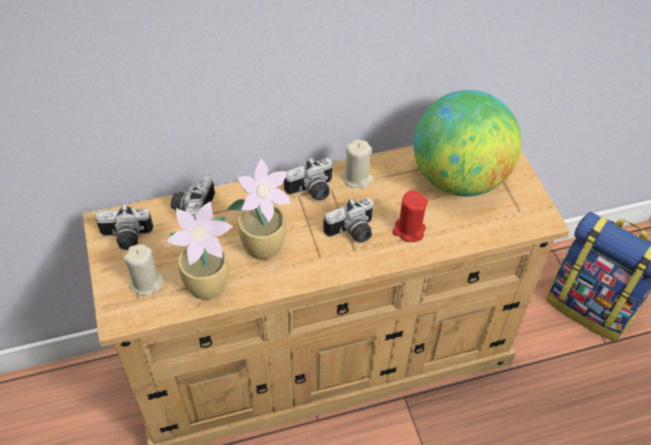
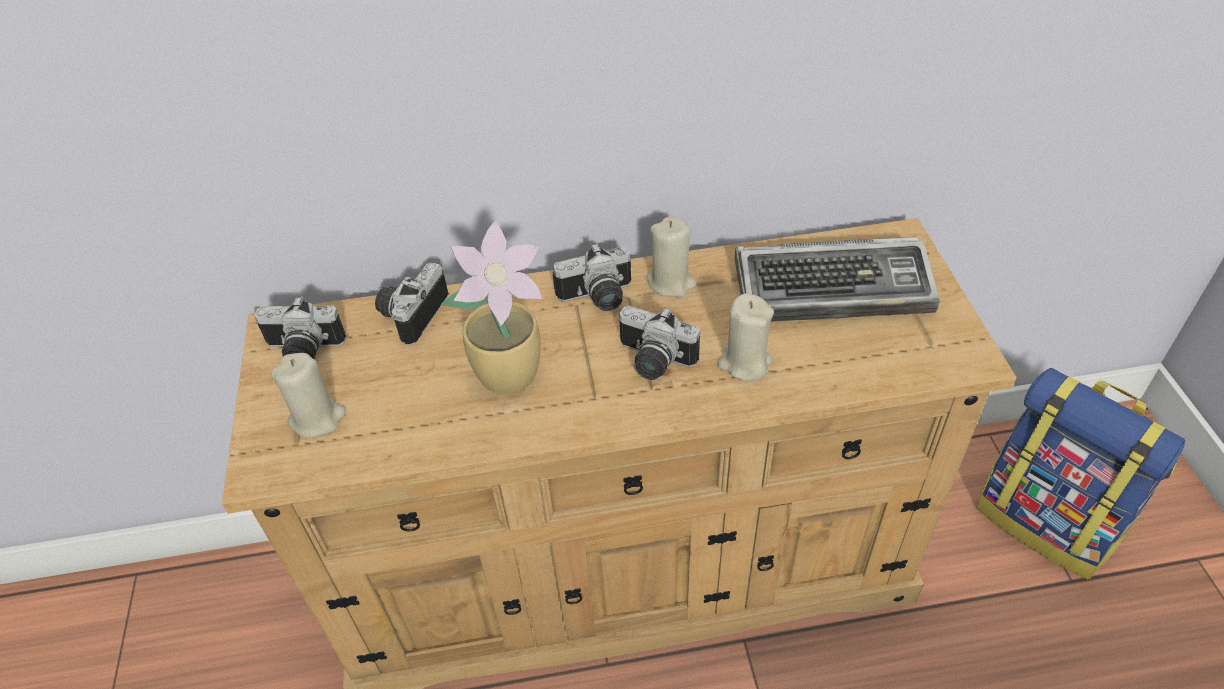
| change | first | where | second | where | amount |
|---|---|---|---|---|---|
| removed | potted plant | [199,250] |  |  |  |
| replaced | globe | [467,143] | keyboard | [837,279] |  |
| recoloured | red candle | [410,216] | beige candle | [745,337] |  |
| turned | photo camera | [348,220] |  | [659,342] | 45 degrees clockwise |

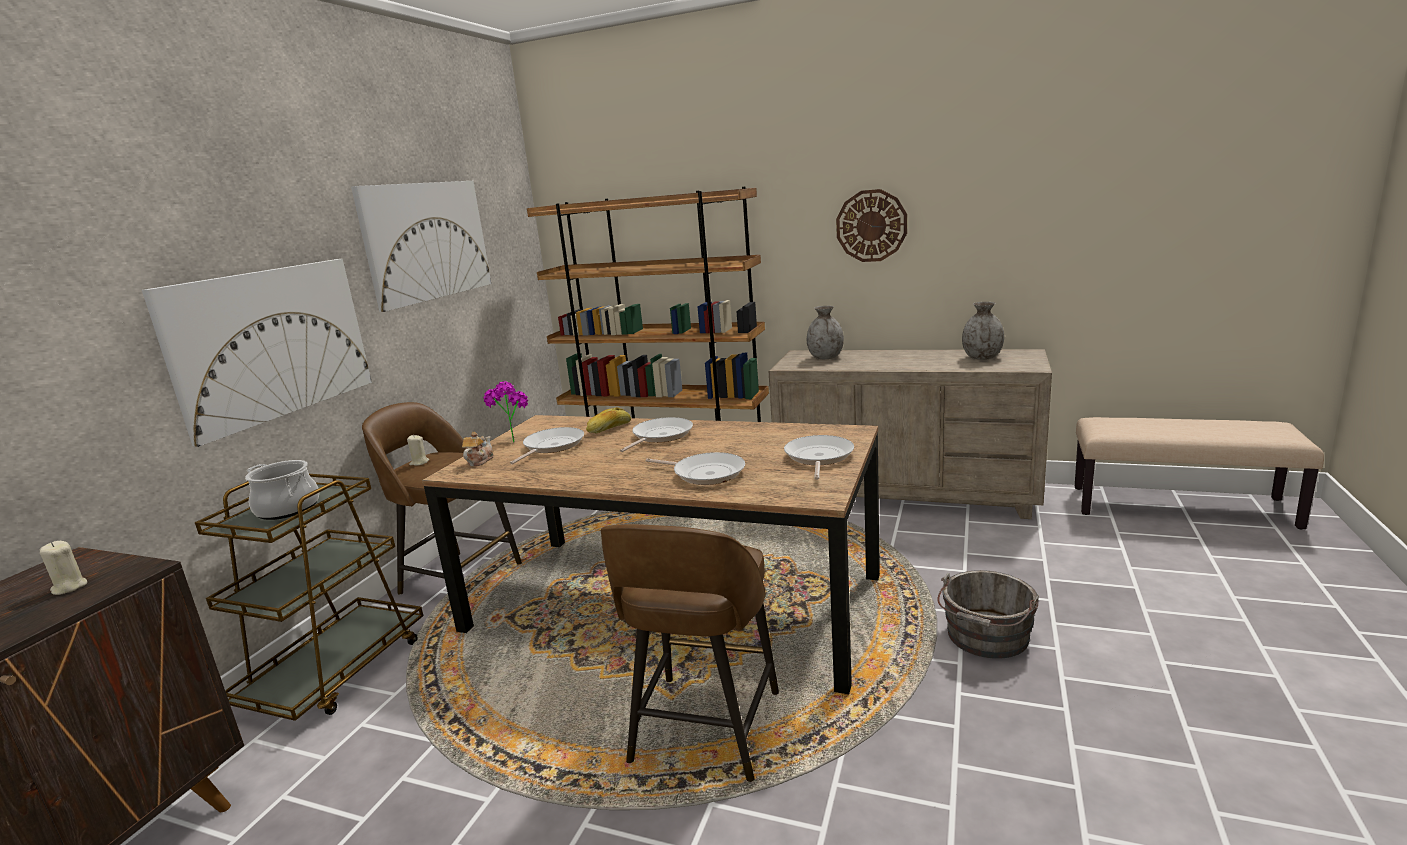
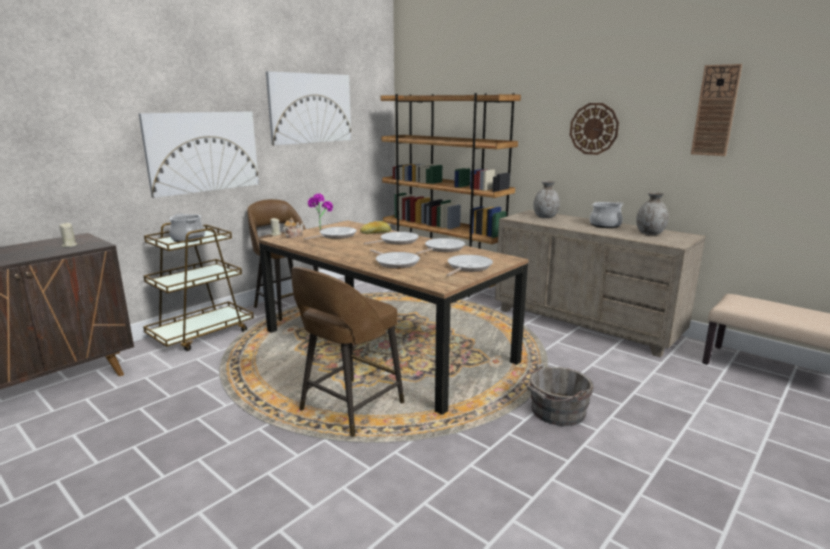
| change | first | where | second | where | amount |
|---|---|---|---|---|---|
| added |  |  | frying pan | [440,246] |  |
| added |  |  | cooking pot | [607,215] |  |
| added |  |  | wall clock | [716,110] |  |

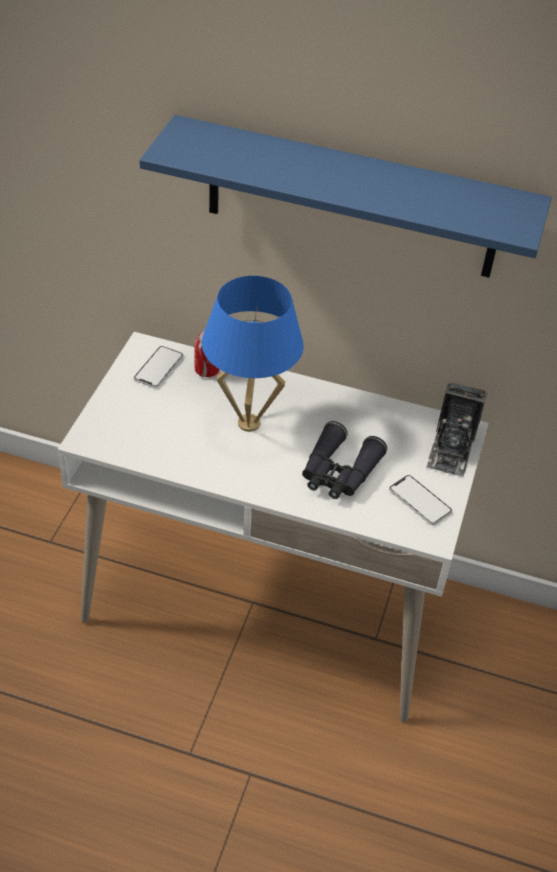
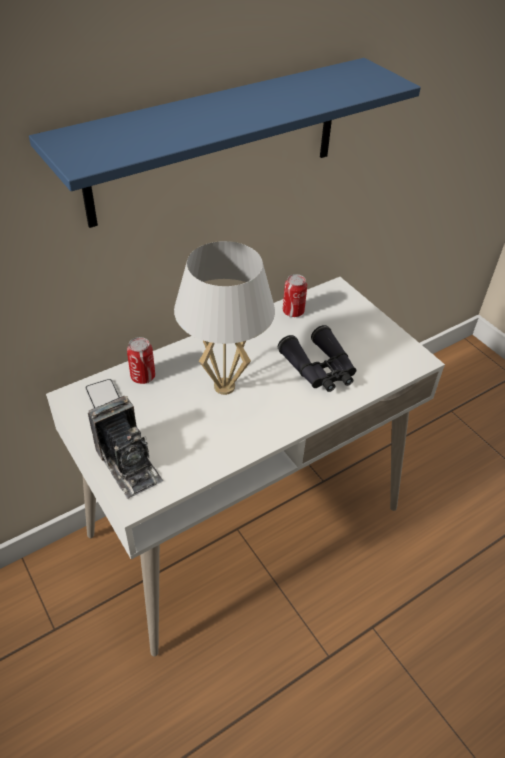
| change | first | where | second | where | amount |
|---|---|---|---|---|---|
| removed | phone | [420,500] |  |  |  |
| added |  |  | can | [295,295] |  |
| moved | photo camera | [456,429] |  | [125,447] |  |
| recoloured | blue table lamp | [253,354] | white table lamp | [224,318] |  |

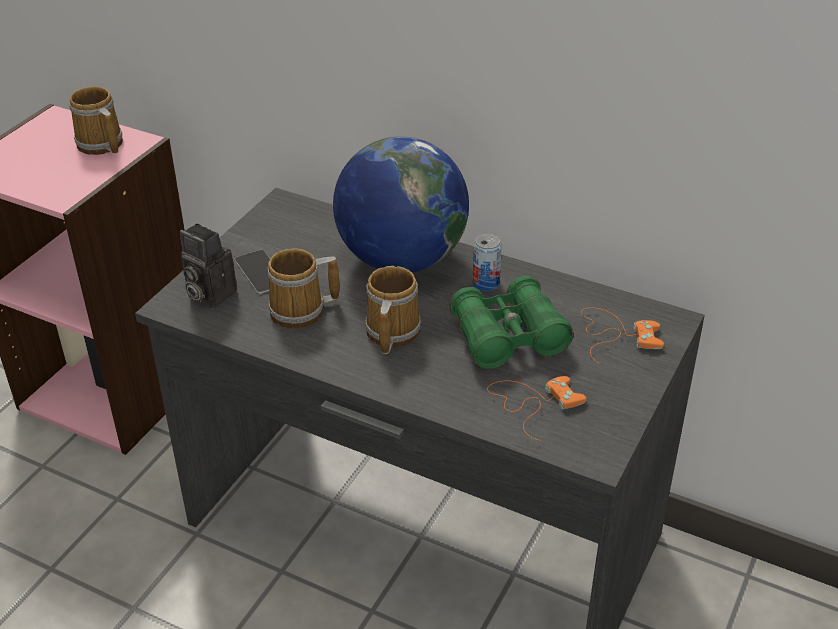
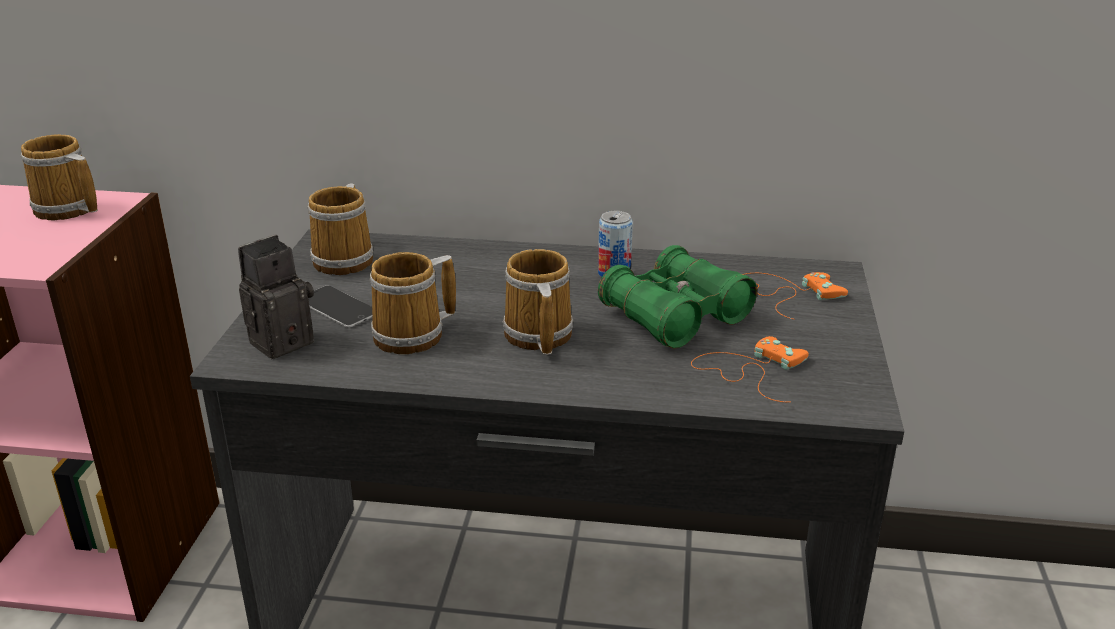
| change | first | where | second | where | amount |
|---|---|---|---|---|---|
| removed | globe | [401,204] |  |  |  |
| added |  |  | mug | [340,229] |  |
| turned | photo camera | [208,266] |  | [276,297] | 120 degrees clockwise |

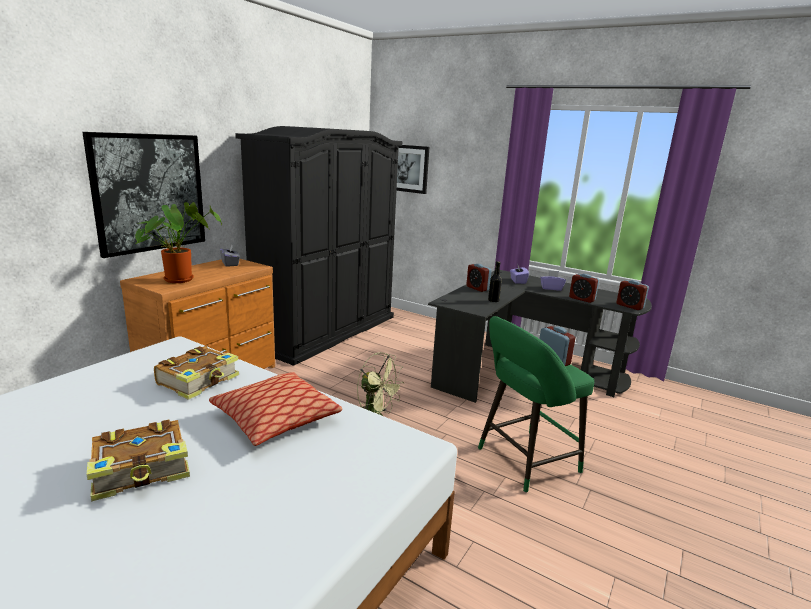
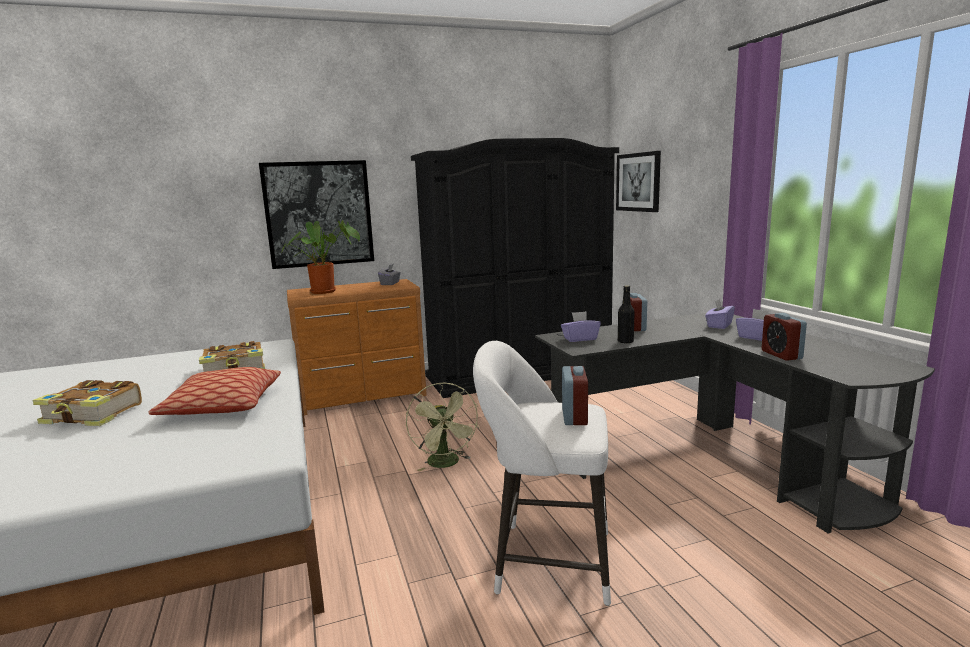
| change | first | where | second | where | amount |
|---|---|---|---|---|---|
| removed | alarm clock | [632,295] |  |  |  |
| added |  |  | purple tissue box | [581,326] |  |
| recoloured | green stool | [536,404] | white stool | [542,473] |  |

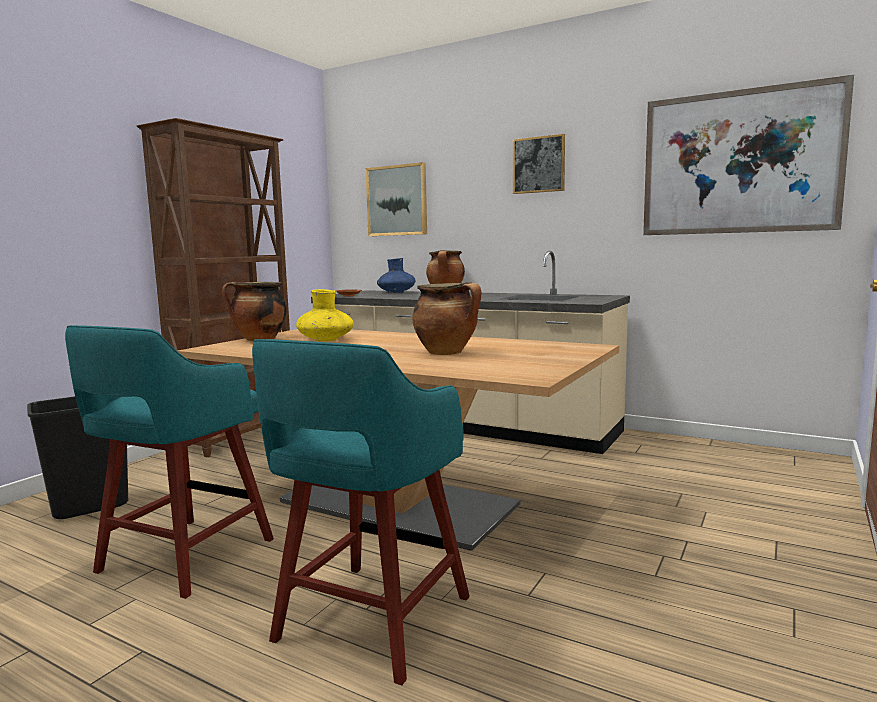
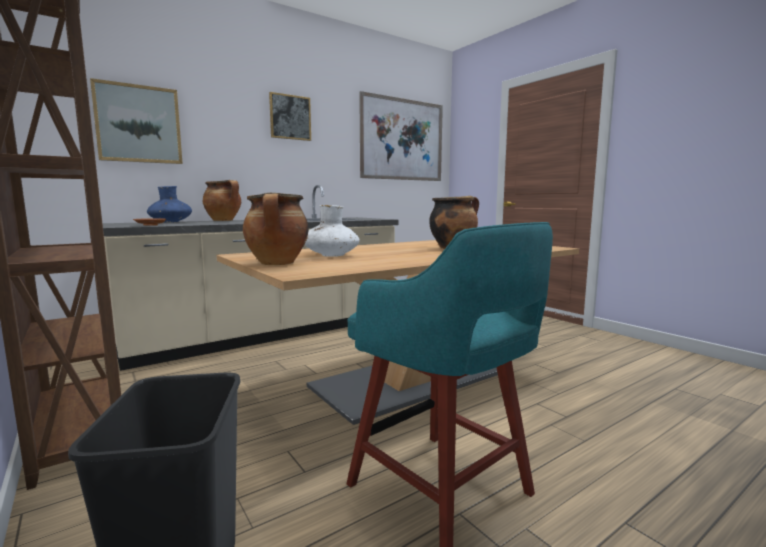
| change | first | where | second | where | amount |
|---|---|---|---|---|---|
| removed | turquoise stool | [361,512] |  |  |  |
| recoloured | yellow vase | [325,315] | white vase | [332,231] |  |

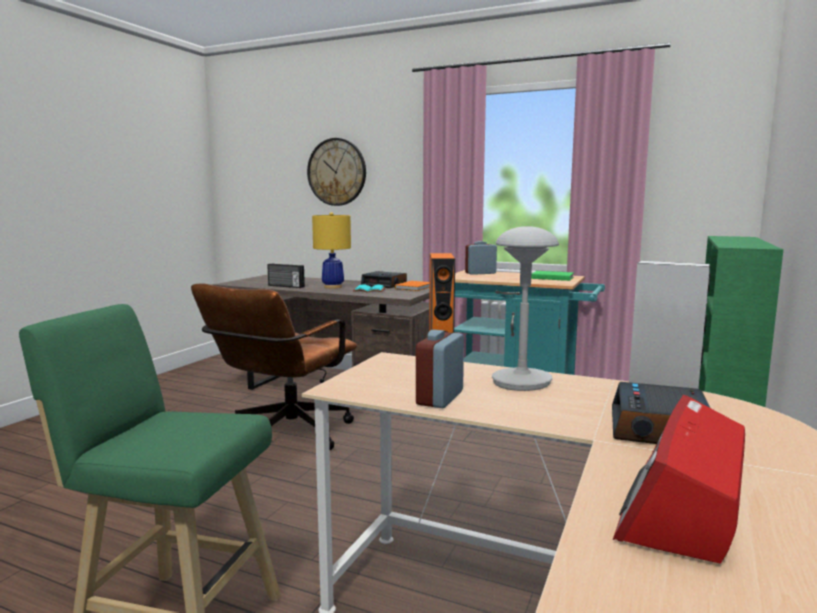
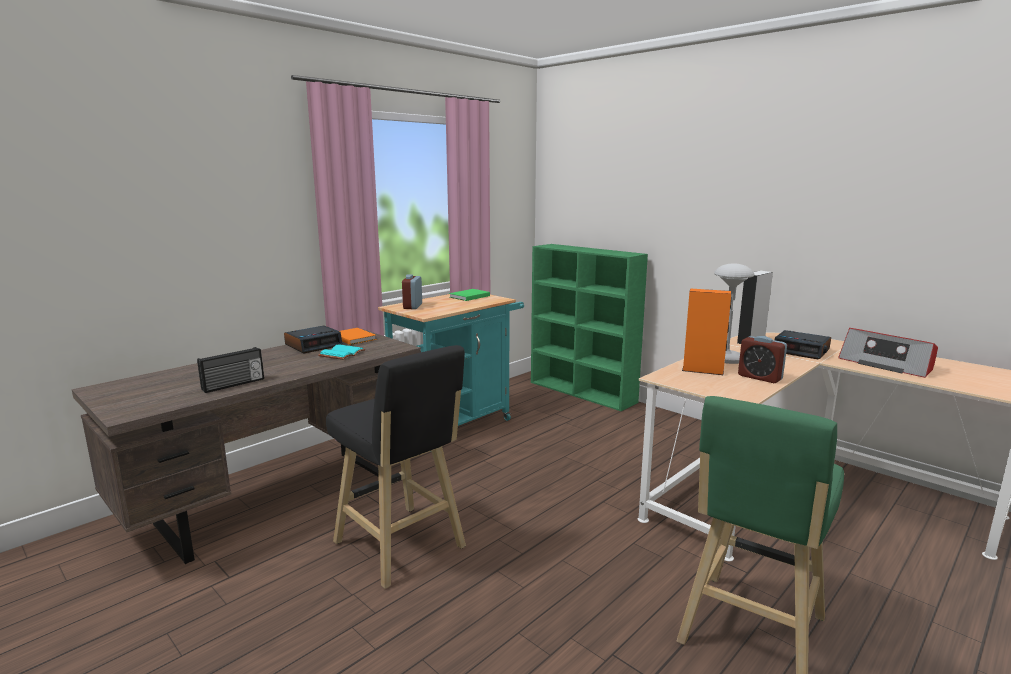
| change | first | where | second | where | amount |
|---|---|---|---|---|---|
| removed | wall clock | [336,172] |  |  |  |
| removed | yellow table lamp | [331,250] |  |  |  |
| replaced | brown office chair | [274,366] | black stool | [396,467] |  |

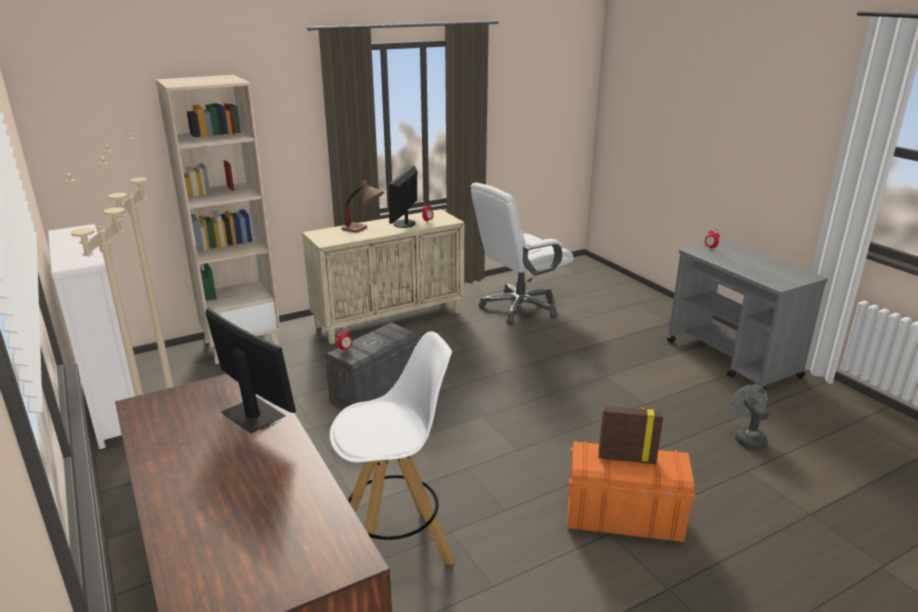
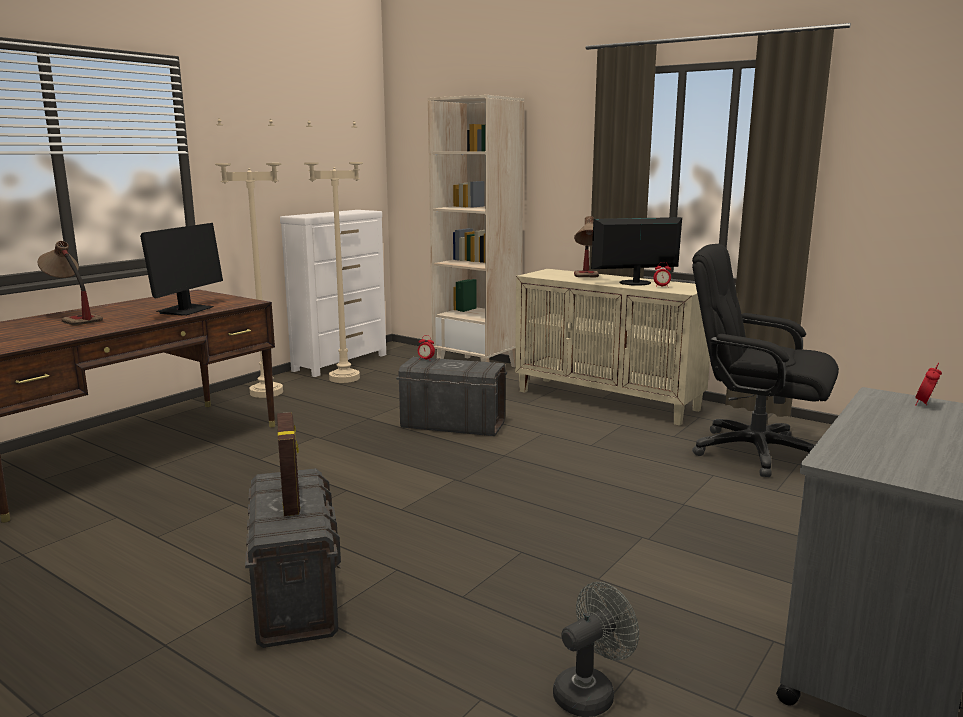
| change | first | where | second | where | amount |
|---|---|---|---|---|---|
| removed | white stool | [392,448] |  |  |  |
| added |  |  | table lamp | [70,283] |  |
| recoloured | white office chair | [522,253] | black office chair | [765,360] |  |
| recoloured | orange storage box | [631,491] | grey storage box | [293,558] |  |

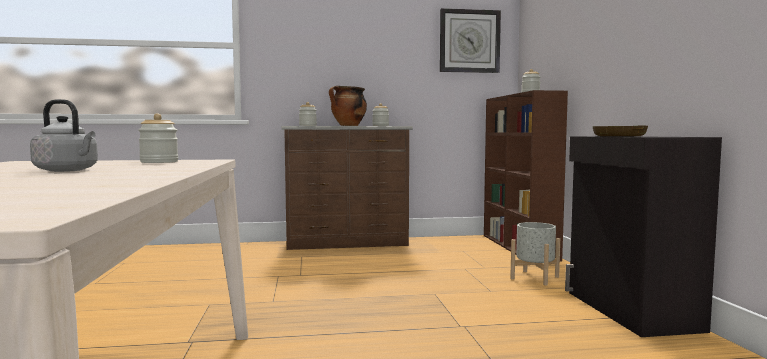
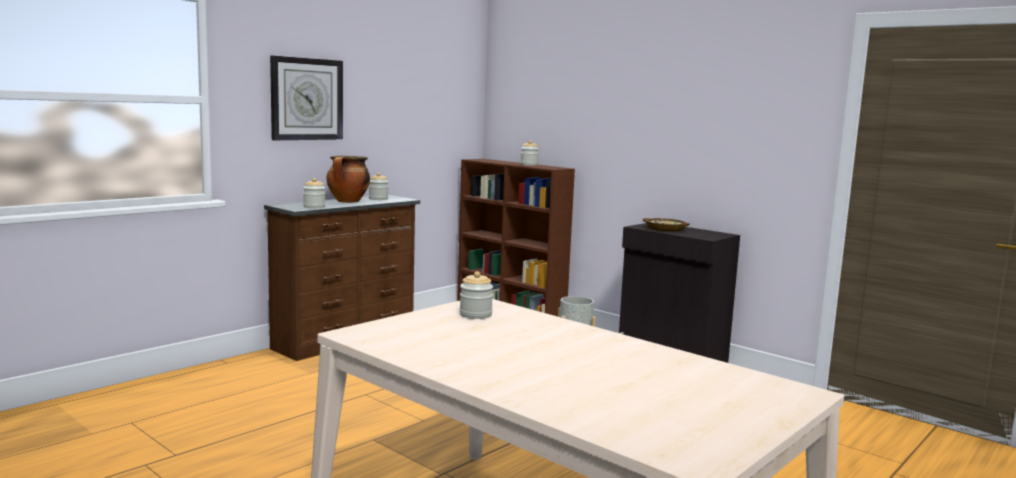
| change | first | where | second | where | amount |
|---|---|---|---|---|---|
| removed | grey kettle | [64,135] |  |  |  |
| moved | wall clock | [470,40] |  | [306,97] |  |

